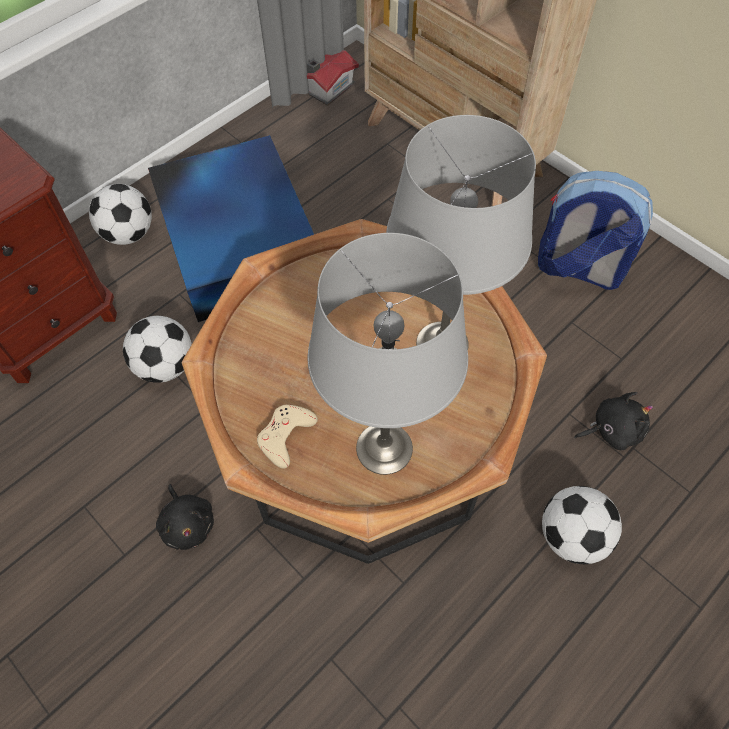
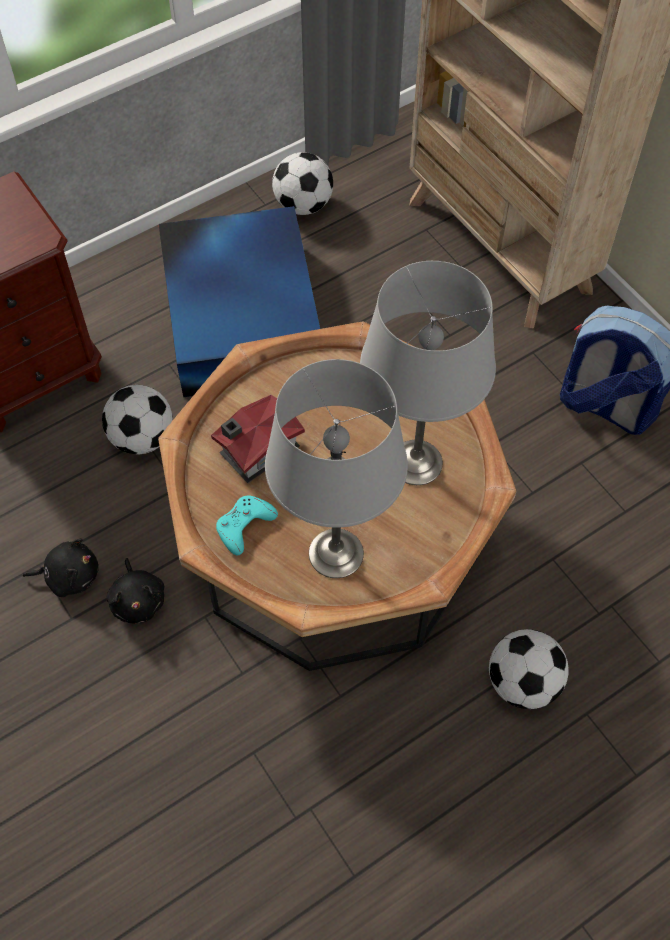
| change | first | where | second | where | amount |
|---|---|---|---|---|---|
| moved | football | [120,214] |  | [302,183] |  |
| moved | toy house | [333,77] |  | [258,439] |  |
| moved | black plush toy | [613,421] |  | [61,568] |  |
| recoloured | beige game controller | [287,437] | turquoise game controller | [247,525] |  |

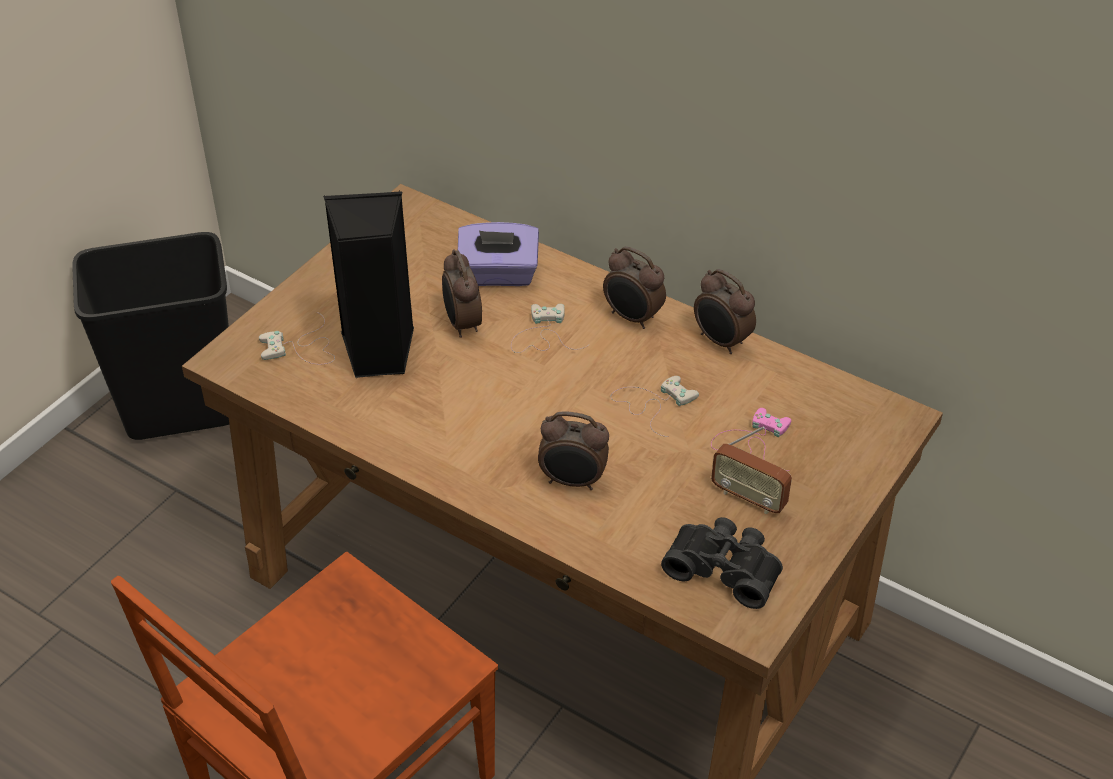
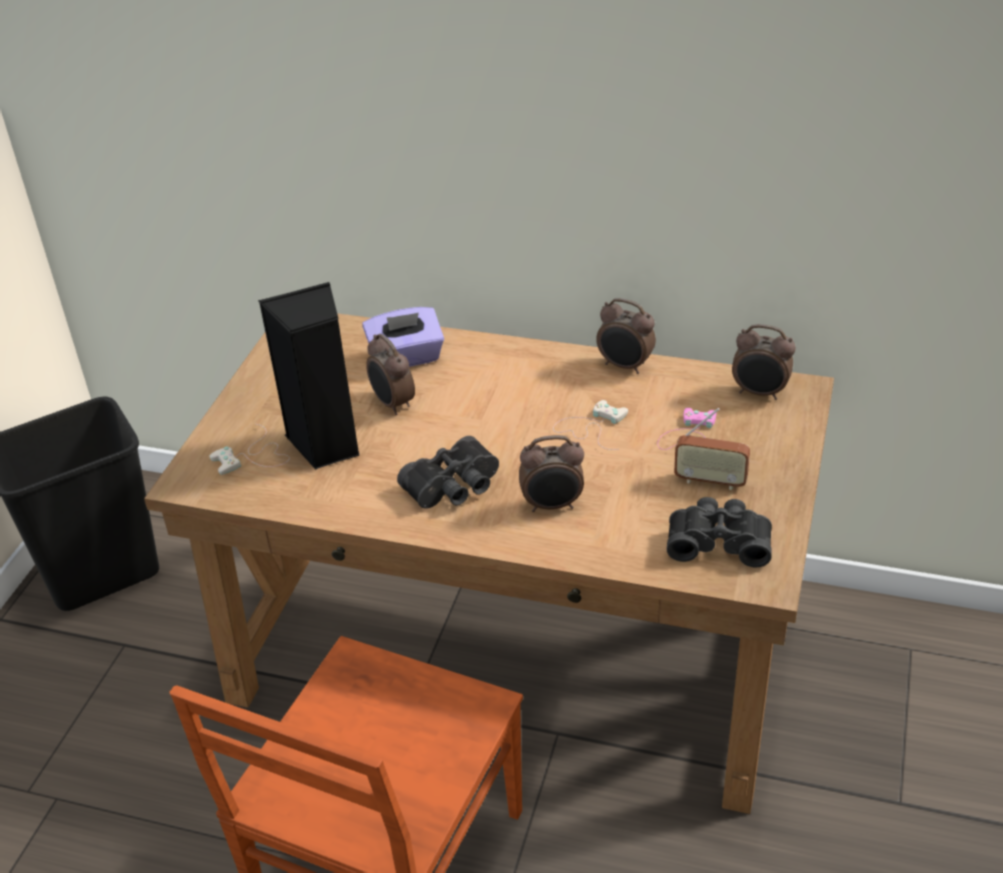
| change | first | where | second | where | amount |
|---|---|---|---|---|---|
| removed | white game controller | [550,328] |  |  |  |
| added |  |  | black binoculars | [448,472] |  |
| moved | alarm clock | [634,287] |  | [764,362] |  |

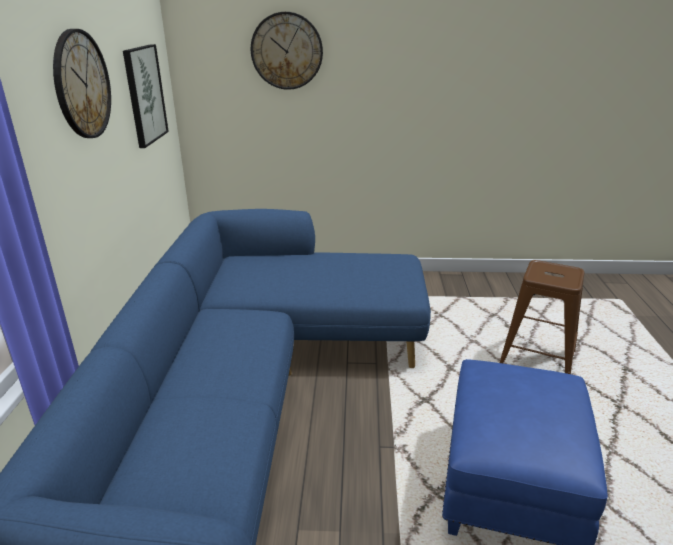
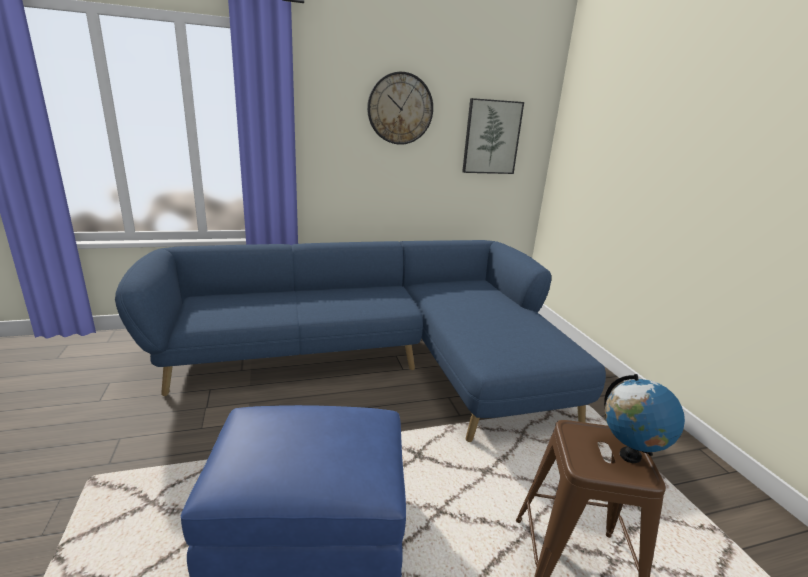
| change | first | where | second | where | amount |
|---|---|---|---|---|---|
| removed | wall clock | [287,51] |  |  |  |
| added |  |  | globe | [644,418] |  |

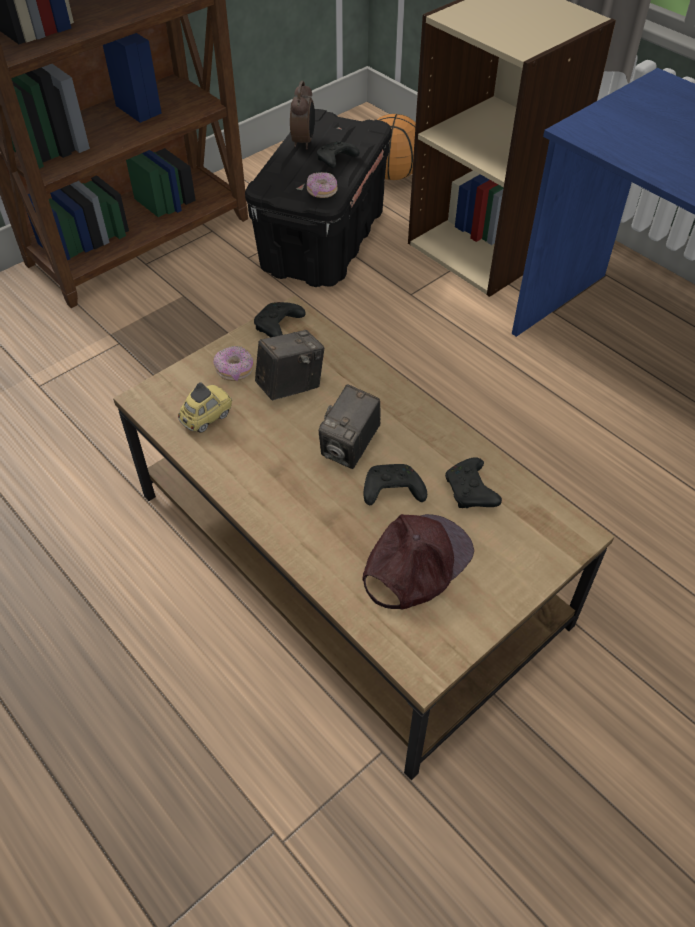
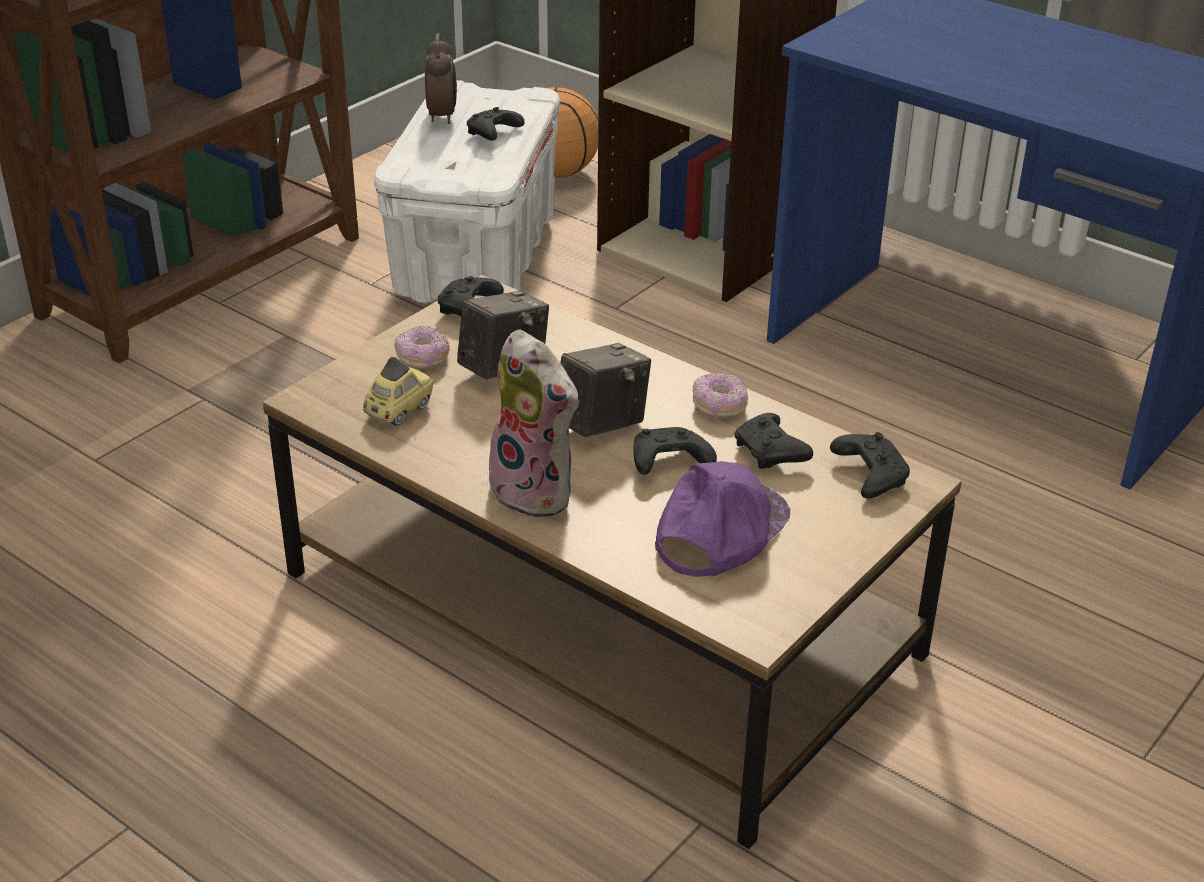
| change | first | where | second | where | amount |
|---|---|---|---|---|---|
| added |  |  | plush toy | [531,424] |  |
| added |  |  | black game controller | [870,465] |  |
| moved | donut | [322,185] |  | [720,395] |  |
| recoloured | black storage box | [318,198] | white storage box | [467,192] |  |
| recoloured | brown cap | [418,561] | purple cap | [722,519] |  |
| turned | photo camera | [349,426] |  | [606,390] | 150 degrees counterclockwise |

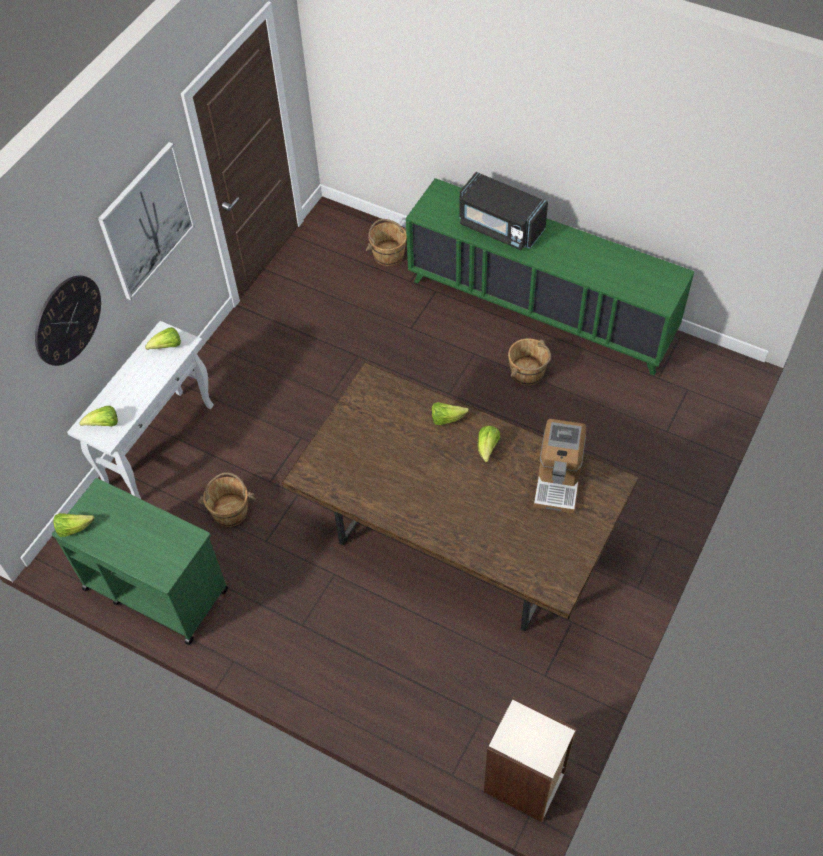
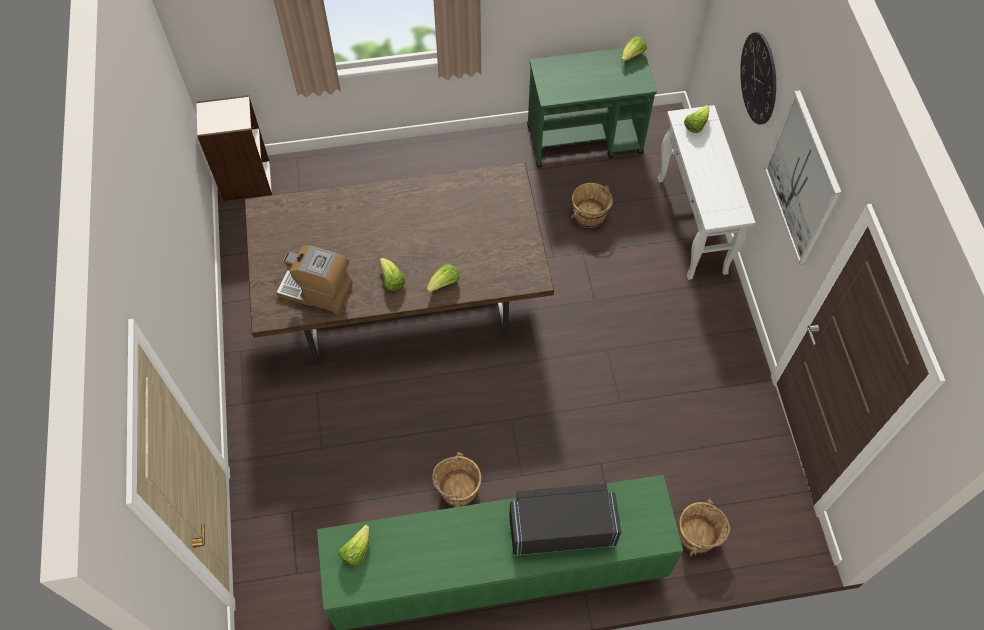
| change | first | where | second | where | amount |
|---|---|---|---|---|---|
| moved | lettuce | [163,338] |  | [353,545] |  |
| turned | coffee machine | [560,466] |  | [314,280] | 45 degrees counterclockwise |

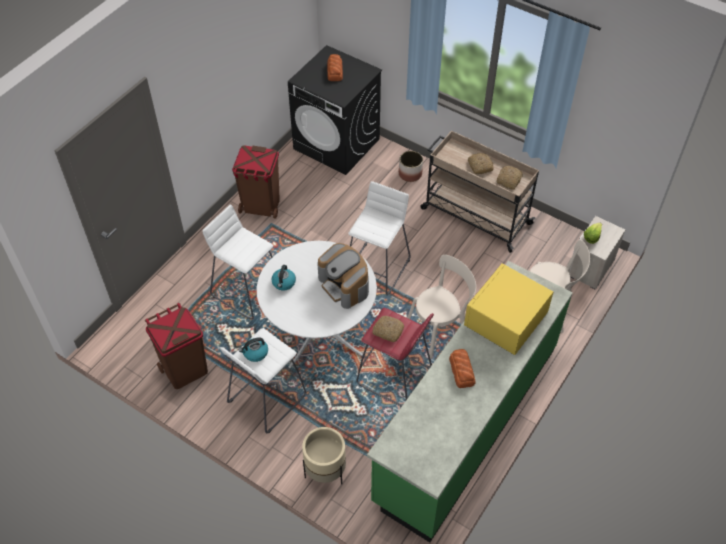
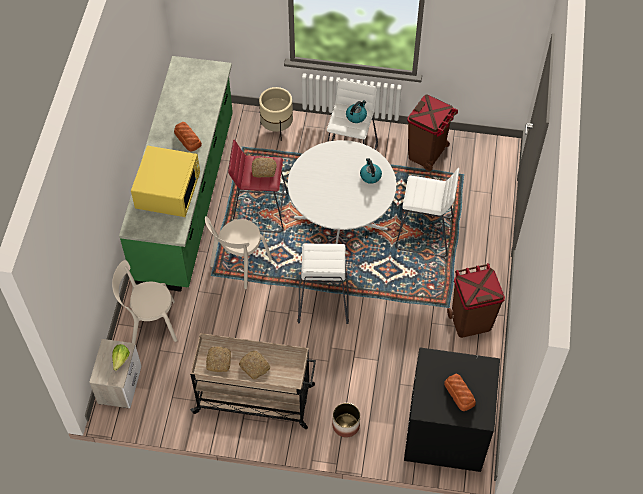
| change | first | where | second | where | amount |
|---|---|---|---|---|---|
| removed | coffee machine | [343,276] |  |  |  |

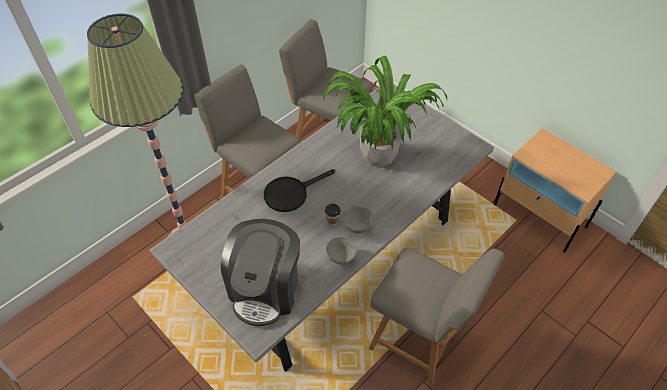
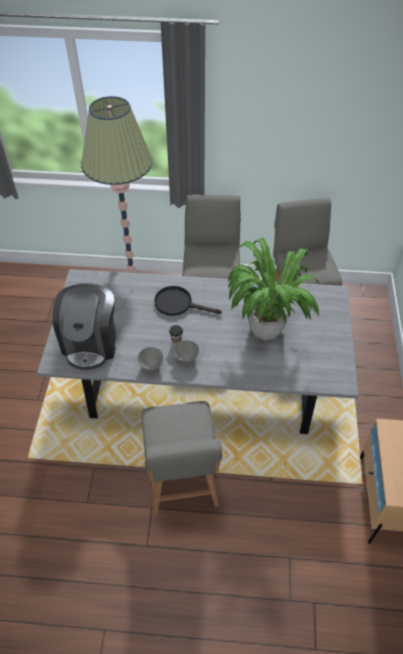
| change | first | where | second | where | amount |
|---|---|---|---|---|---|
| turned | coffee machine | [260,272] |  | [84,326] | 60 degrees counterclockwise |

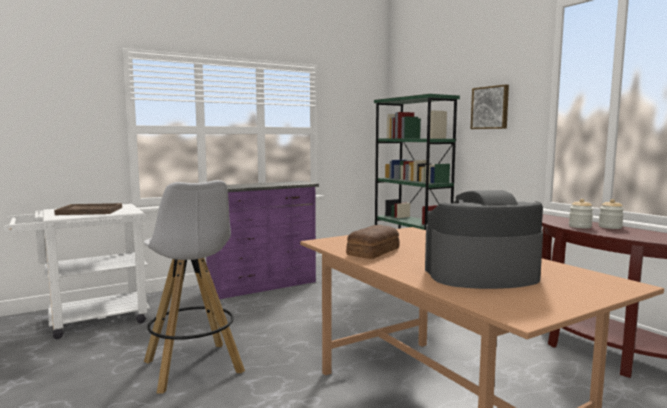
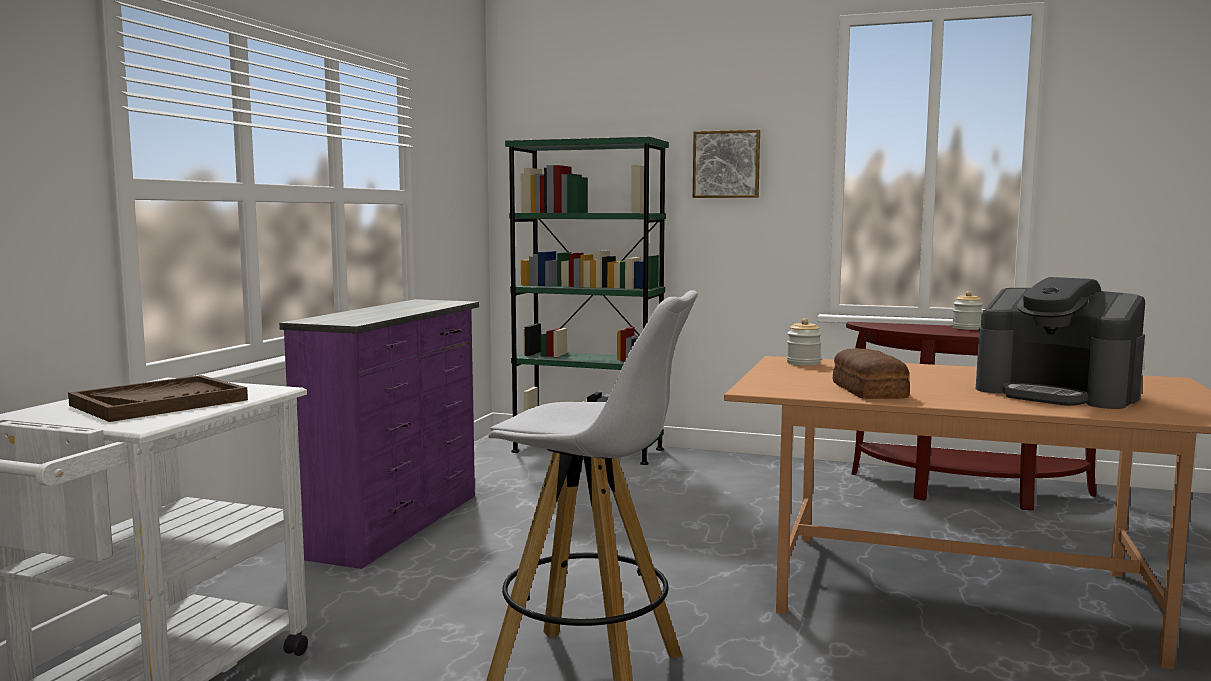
| change | first | where | second | where | amount |
|---|---|---|---|---|---|
| moved | jar | [581,213] |  | [804,342] |  |
| turned | coffee machine | [484,239] |  | [1060,343] | 90 degrees counterclockwise |

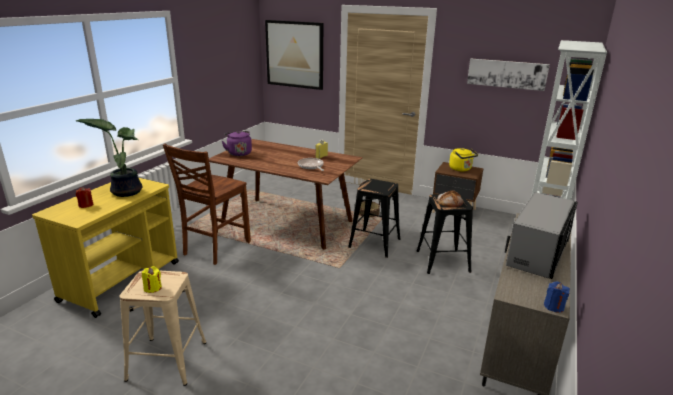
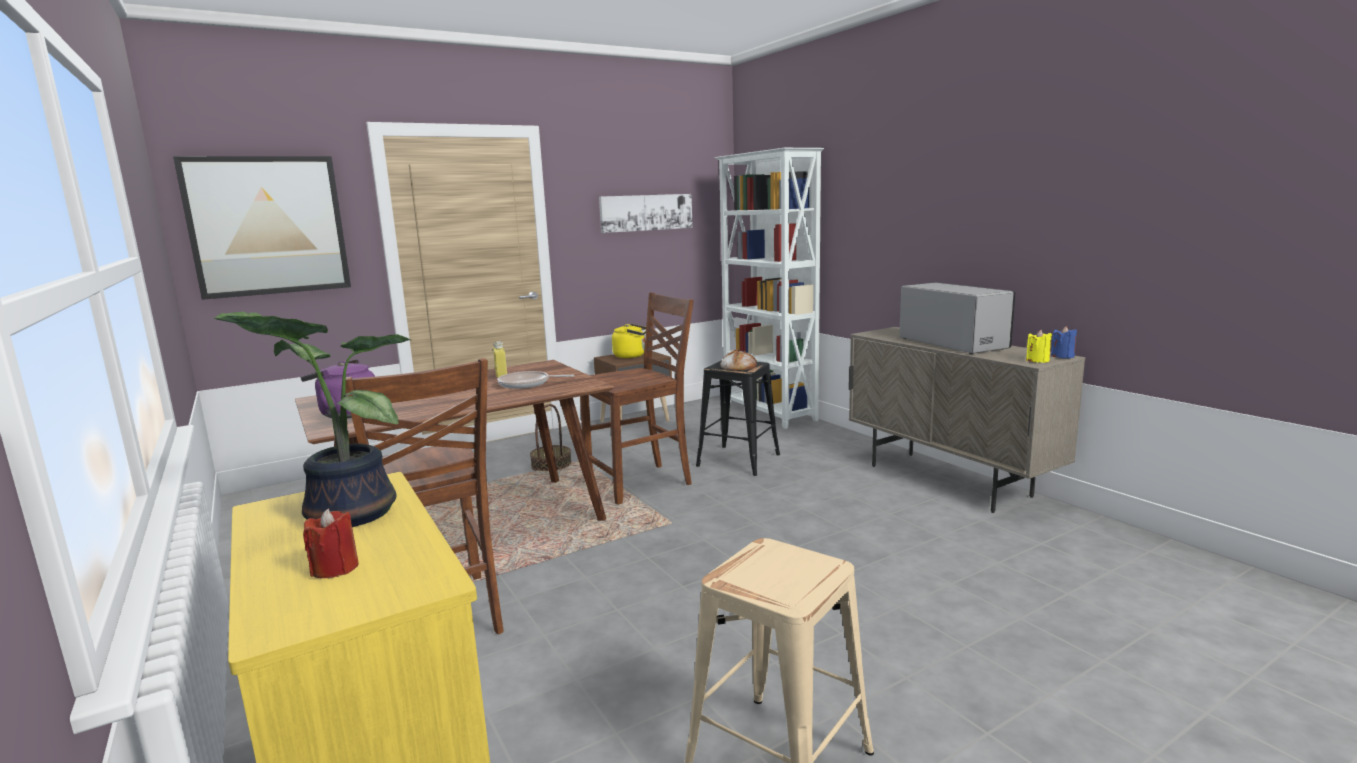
| change | first | where | second | where | amount |
|---|---|---|---|---|---|
| moved | yellow candle | [152,279] |  | [1039,346] |  |
| replaced | black stool | [374,218] | brown chair | [637,398] |  |

